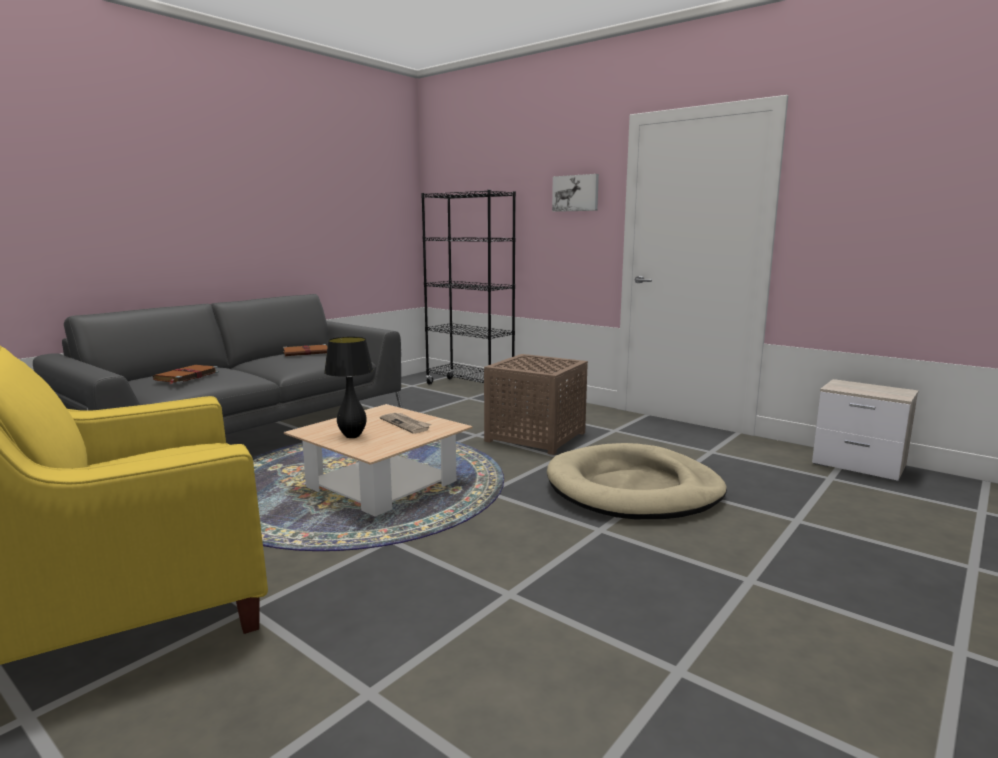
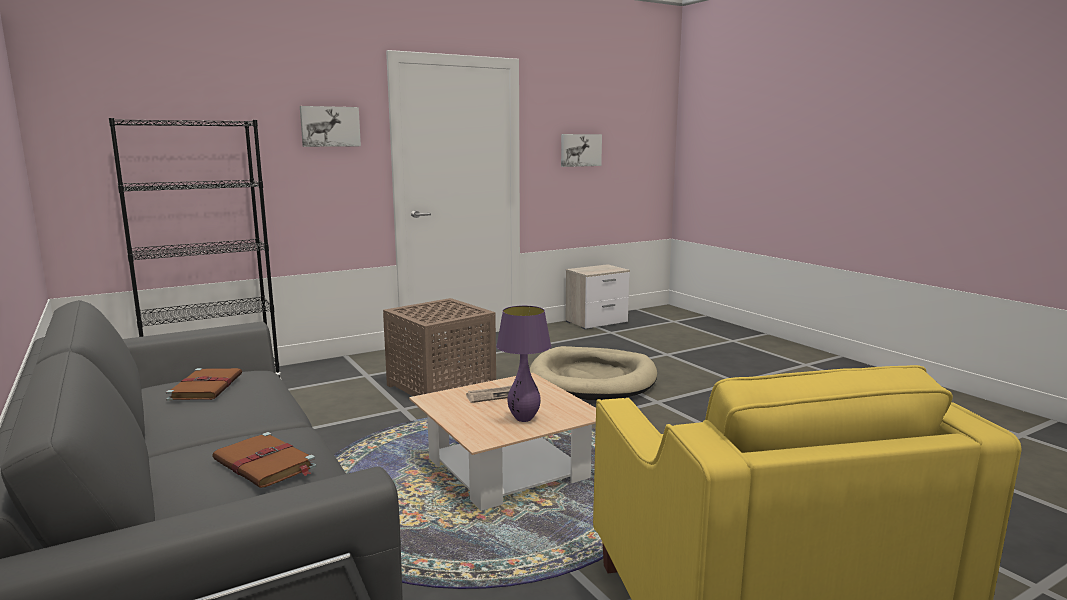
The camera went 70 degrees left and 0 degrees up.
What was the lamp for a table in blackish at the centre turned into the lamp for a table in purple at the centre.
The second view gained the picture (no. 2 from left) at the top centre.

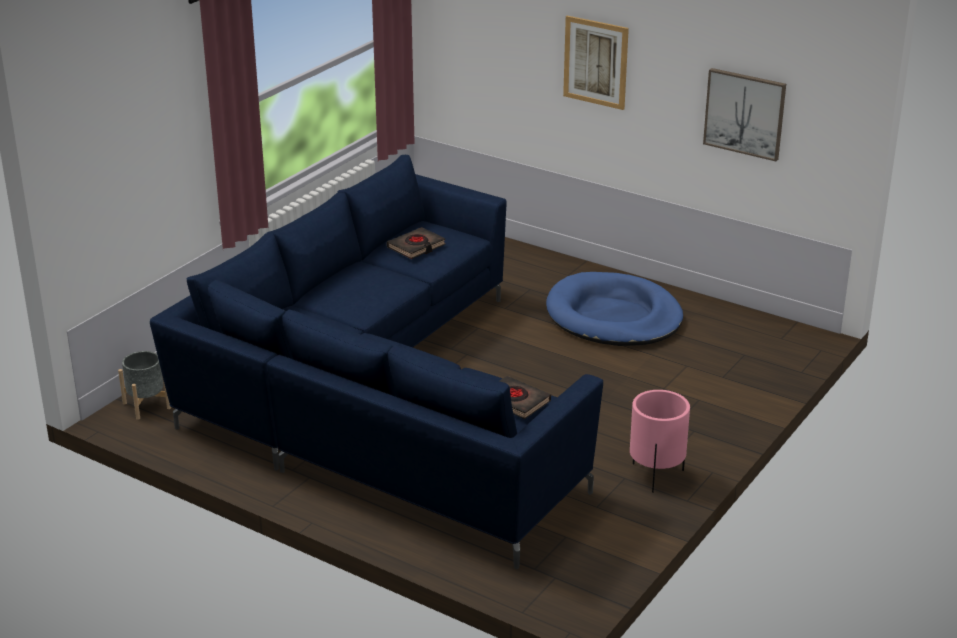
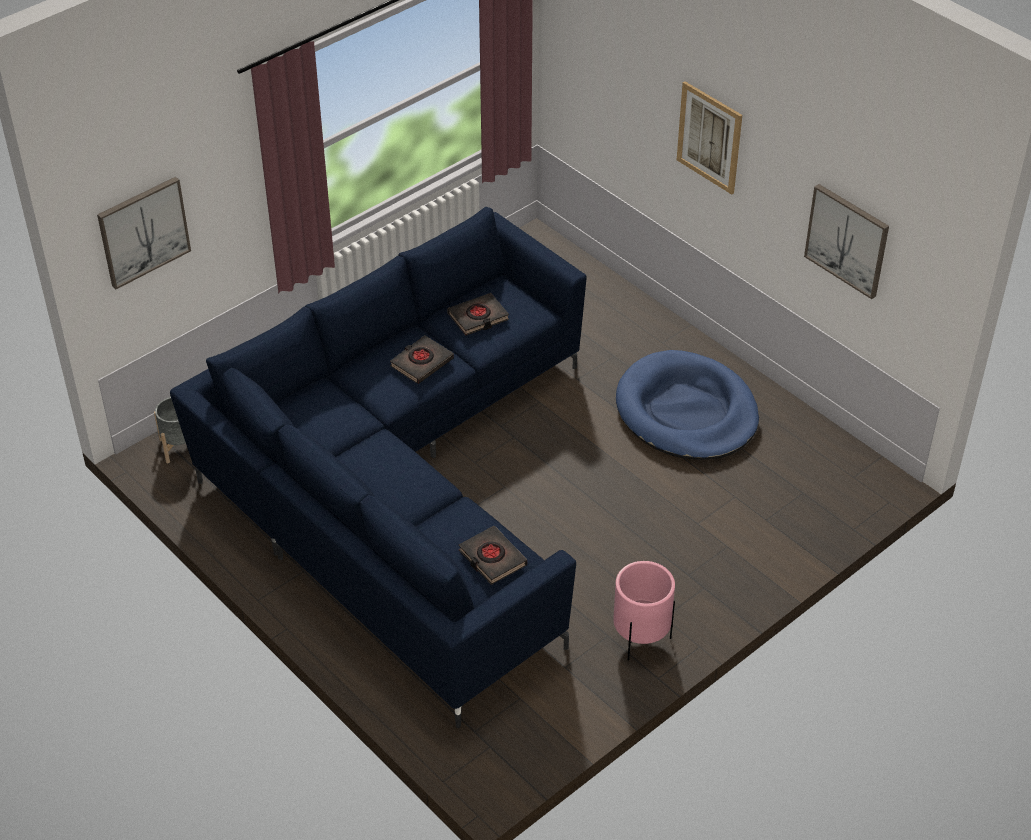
The camera went 15 degrees right and 15 degrees up.
The second view gained the picture (no. 1 from left) at the top left.
The second view gained the book in blackish (no. 1 from left) at the centre.

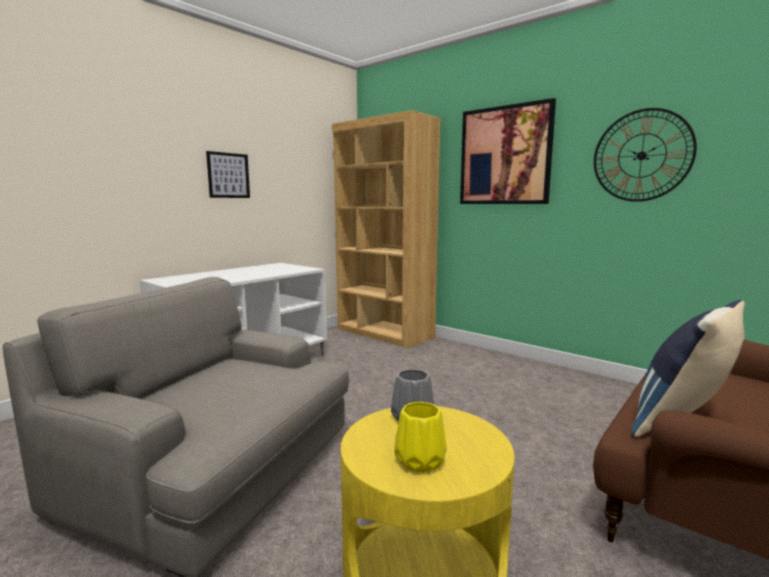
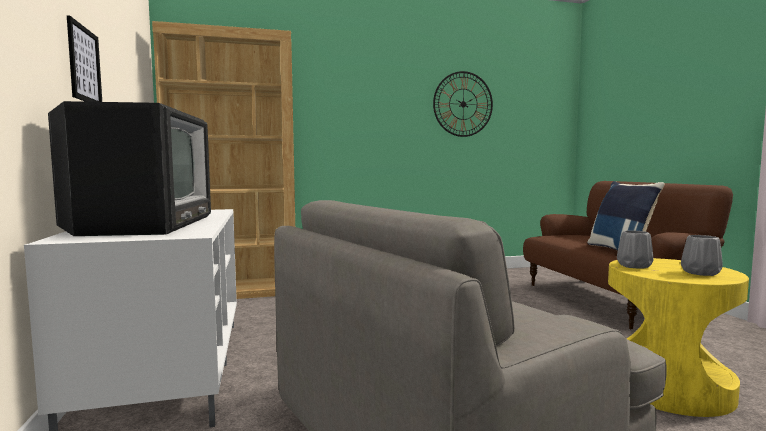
The camera went 55 degrees left and 5 degrees down.
The second view lost the picture (no. 2 from left) at the top centre.
What was the decorative vase in yellowish at the bottom centre turned into the decorative vase in grey (no. 2 from left) at the middle right.
The second view gained the TV at the middle left.

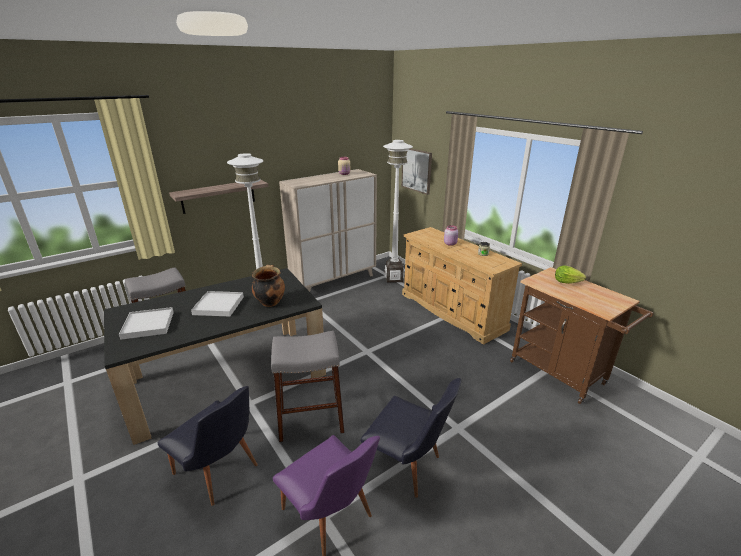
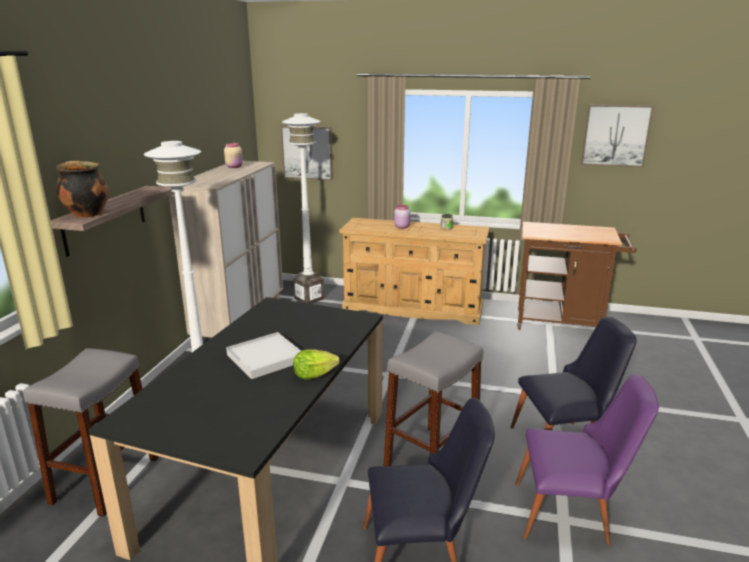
The camera went 40 degrees left and 5 degrees down.
The saucepot ended up elsewhere, having gone from the centre to the middle left.
The lettuce head ended up elsewhere, having gone from the middle right to the centre.
The second view lost the serving tray in white-coloured (no. 1 from left) at the middle left.
The second view gained the picture (no. 2 from left) at the top right.

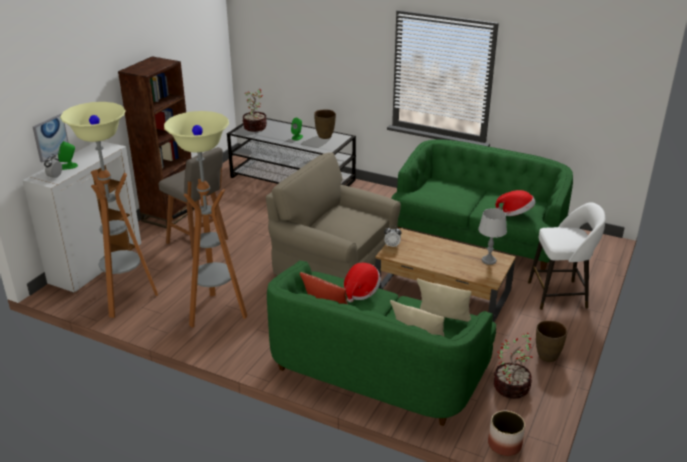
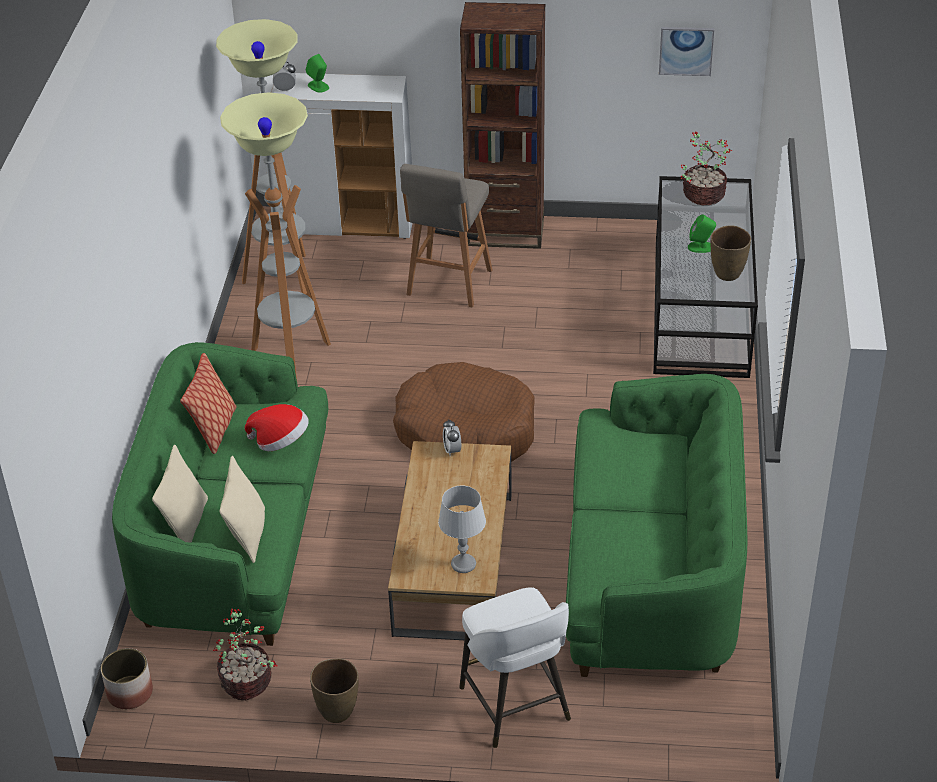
The camera went 70 degrees right and 10 degrees up.
The picture ended up elsewhere, having gone from the top left to the top right.
Where the lounge chair in beige stood at the centre, the pet bed in brownish came to stand at the centre.
The second view lost the hat (no. 2 from left) at the middle right.

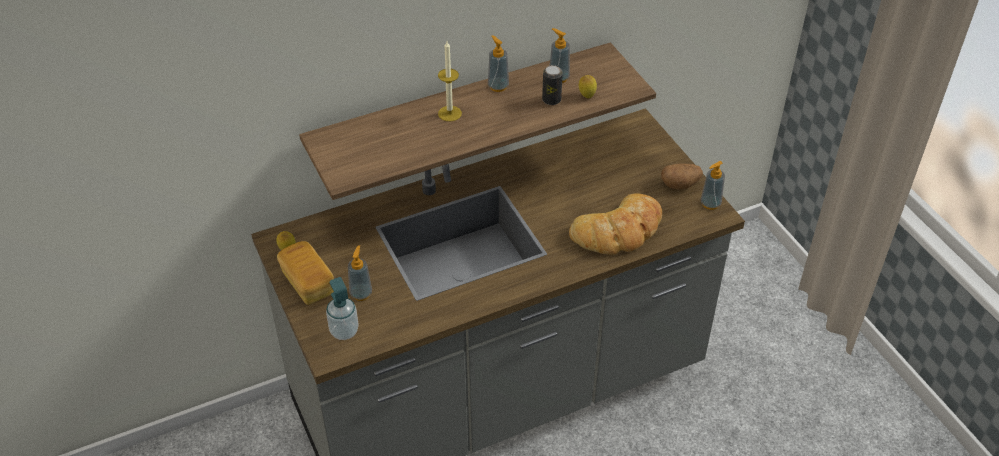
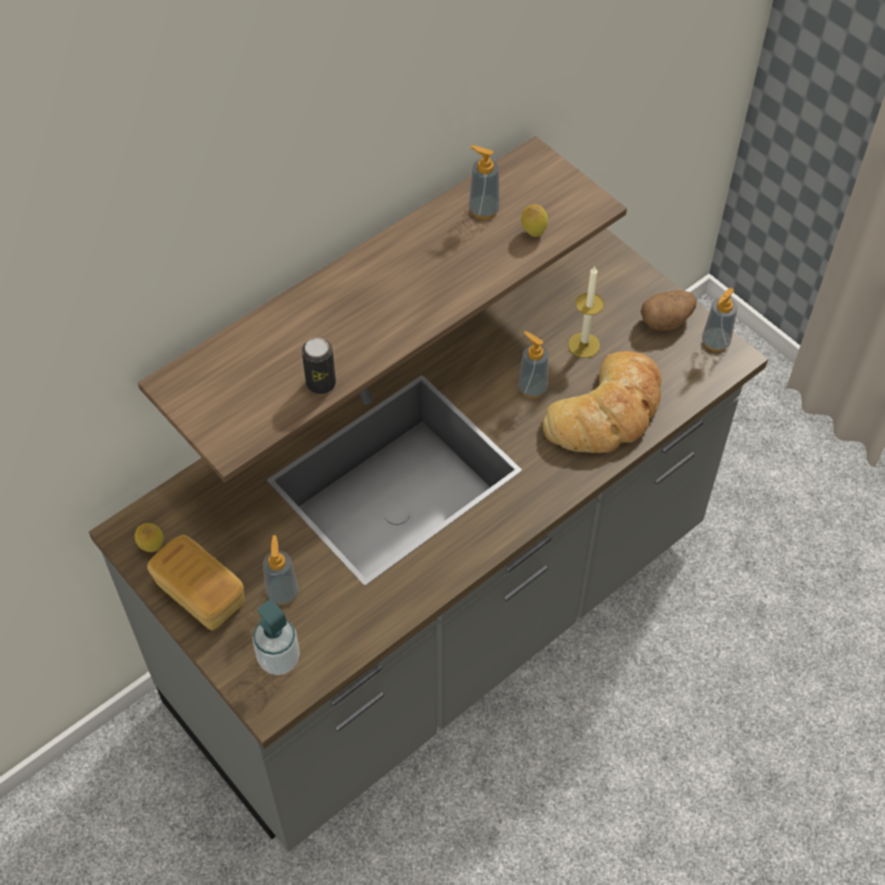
The camera went 15 degrees left and 10 degrees up.
The soap bottle (no. 3 from left in the first image) ended up elsewhere, having gone from the top centre to the centre.
The wax light ended up elsewhere, having gone from the top centre to the centre.
The sealed can ended up elsewhere, having gone from the top centre to the centre.

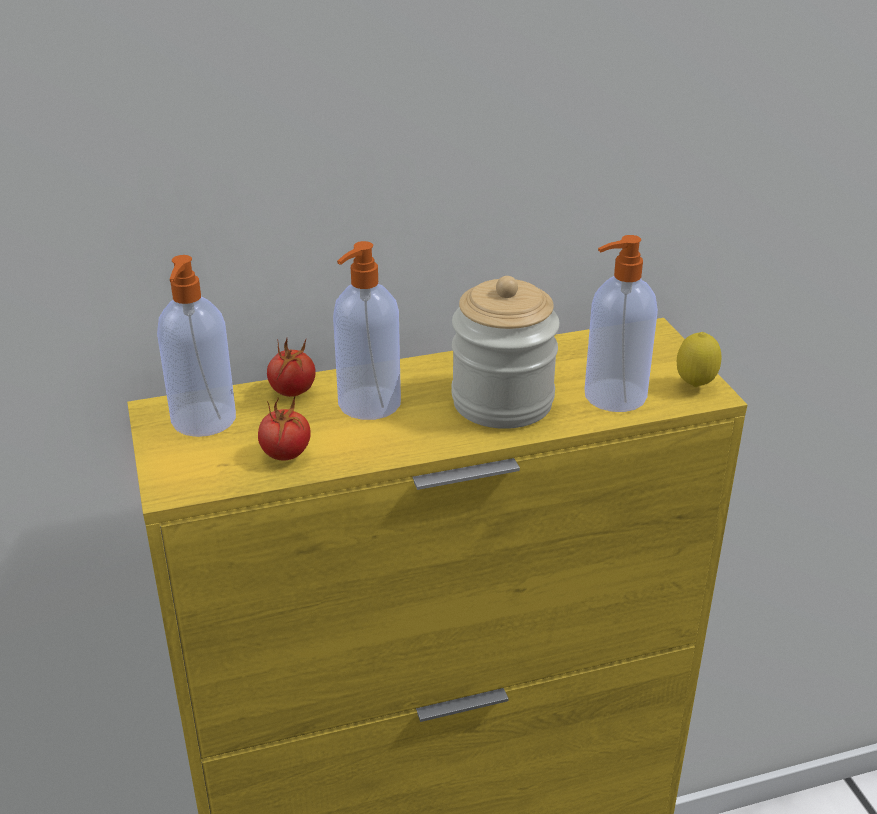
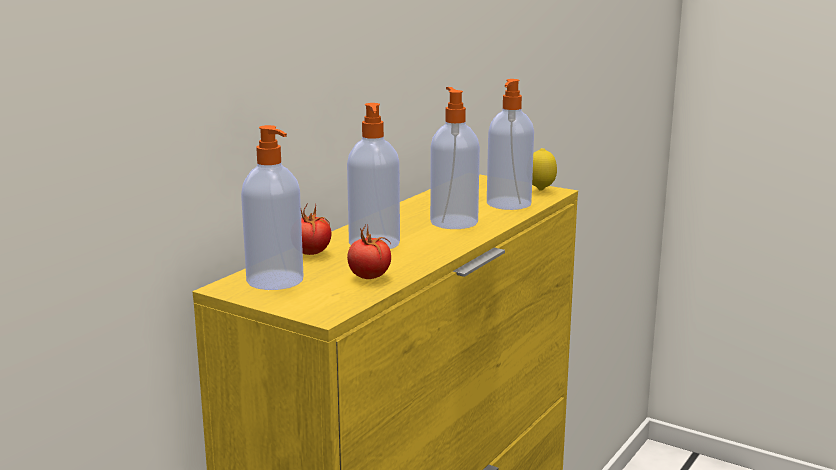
The camera went 40 degrees left and 15 degrees down.
Where the storage jar stood at the centre, the soap bottle (no. 3 from left) came to stand at the centre.

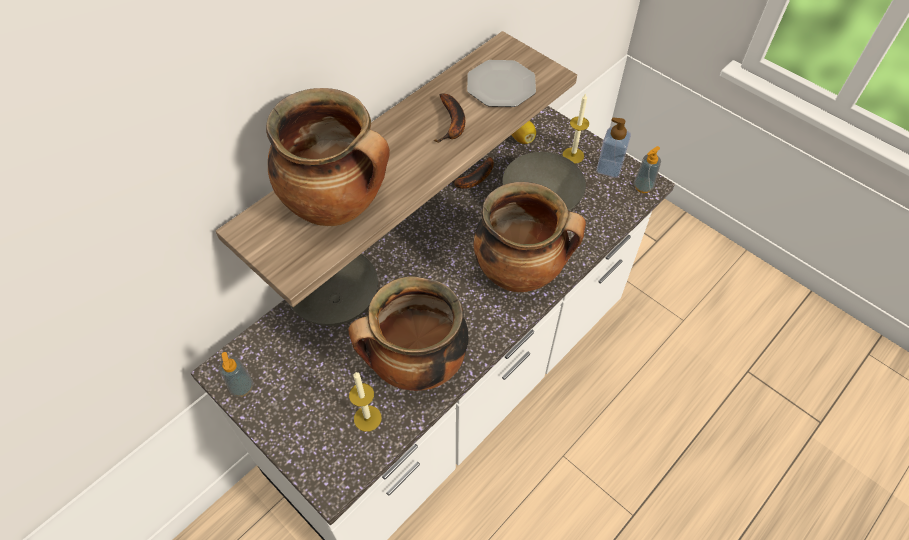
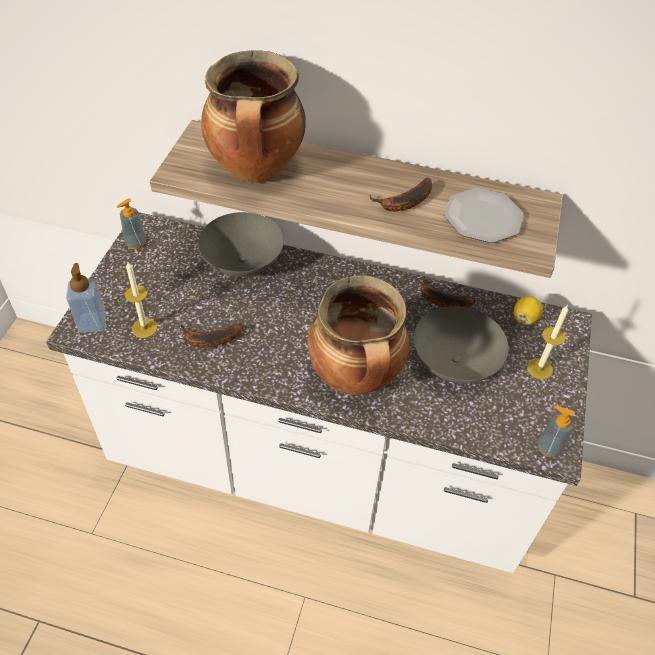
The camera went 60 degrees right and 5 degrees down.
The soap bottle (no. 2 from left in the first image) ended up elsewhere, having gone from the top right to the middle left.
Where the saucepot (no. 2 from left) stood at the centre, the banana fruit (no. 1 from left) came to stand at the middle left.

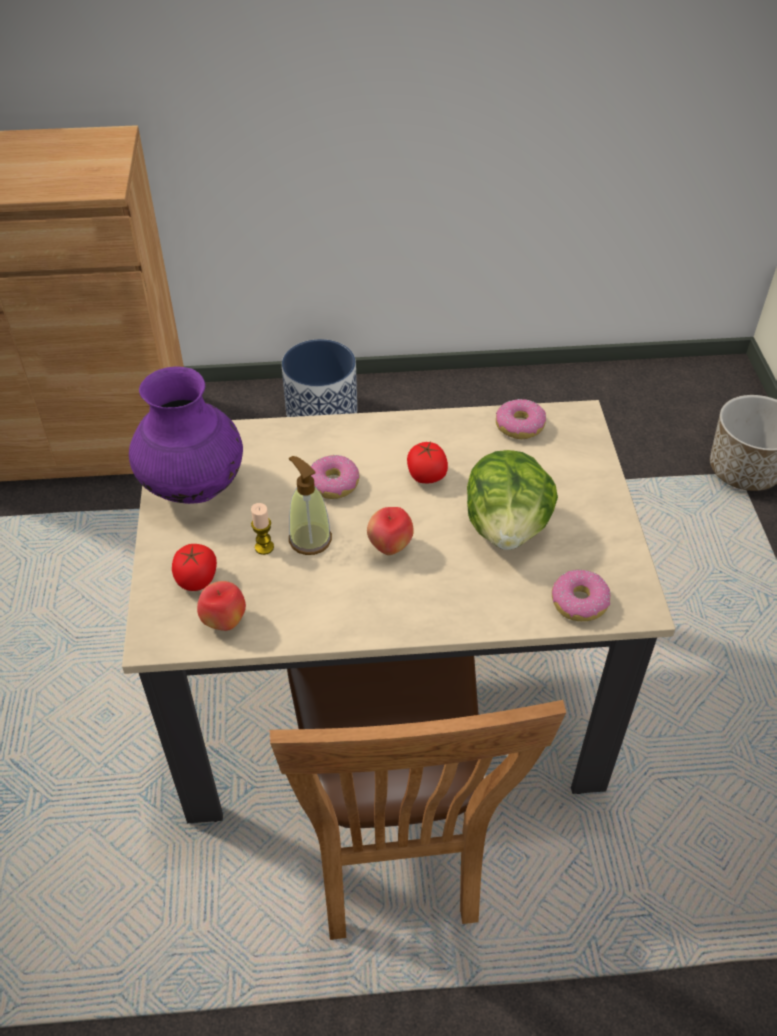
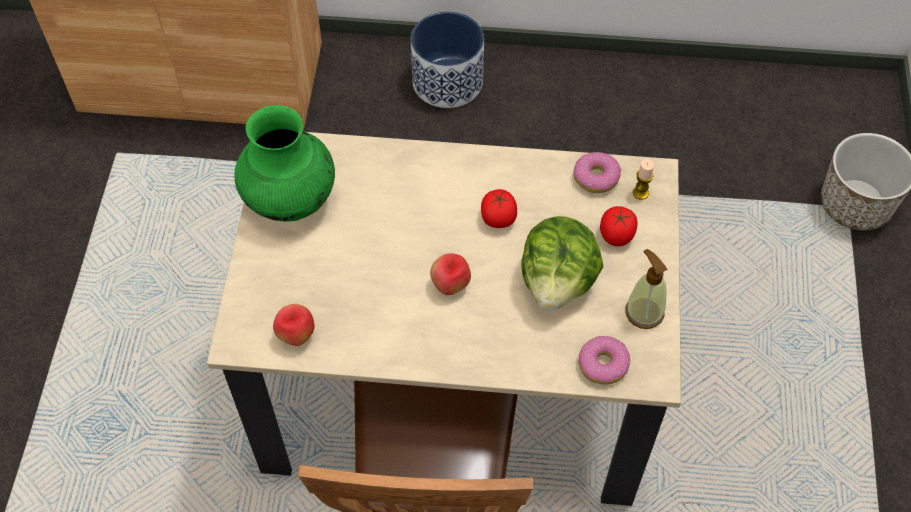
The camera went 10 degrees right and 10 degrees up.
What was the decorative vase in purple at the middle left turned into the decorative vase in green at the top left.
The second view lost the donut (no. 1 from left) at the centre.
The soap bottle ended up elsewhere, having gone from the centre to the middle right.
The wax light ended up elsewhere, having gone from the centre to the middle right.
The tomato (no. 1 from left in the first image) ended up elsewhere, having gone from the middle left to the middle right.

